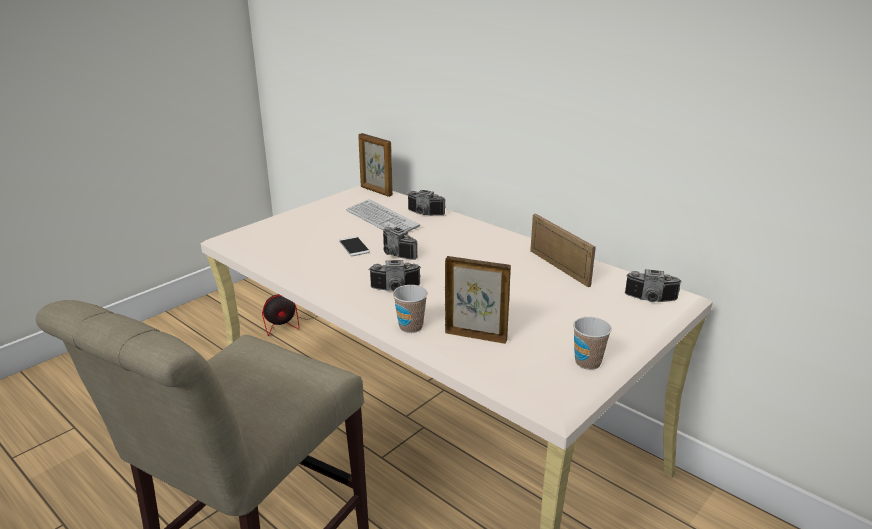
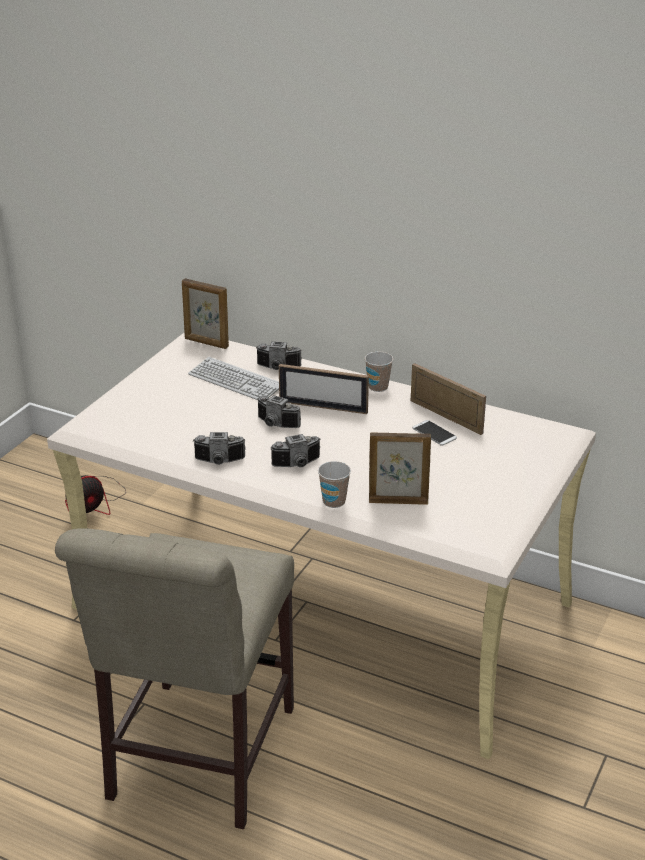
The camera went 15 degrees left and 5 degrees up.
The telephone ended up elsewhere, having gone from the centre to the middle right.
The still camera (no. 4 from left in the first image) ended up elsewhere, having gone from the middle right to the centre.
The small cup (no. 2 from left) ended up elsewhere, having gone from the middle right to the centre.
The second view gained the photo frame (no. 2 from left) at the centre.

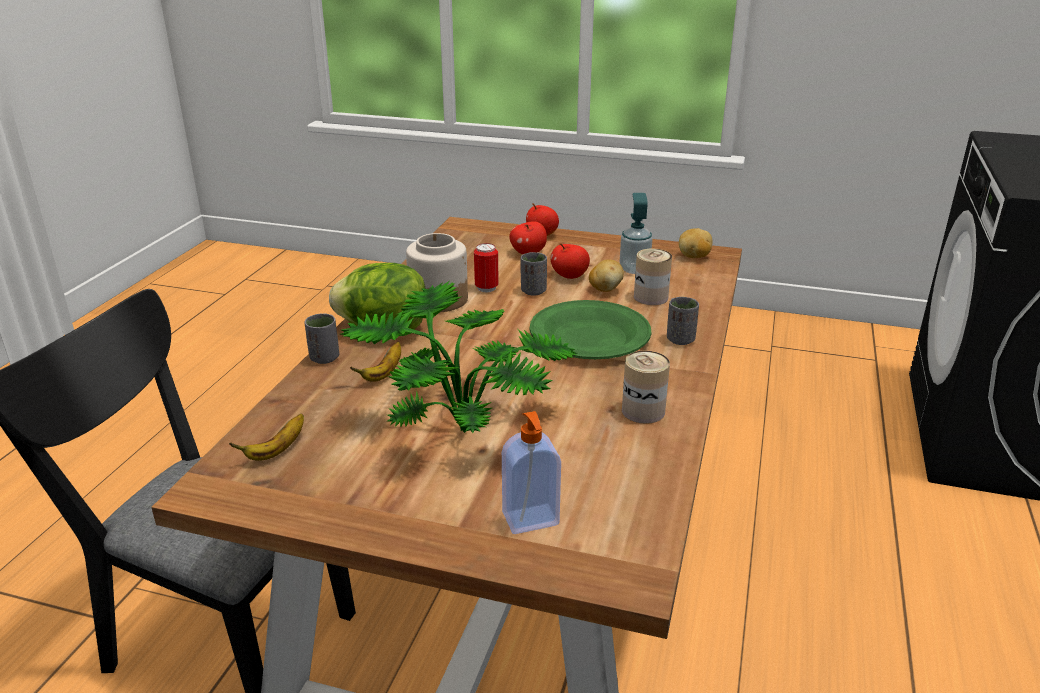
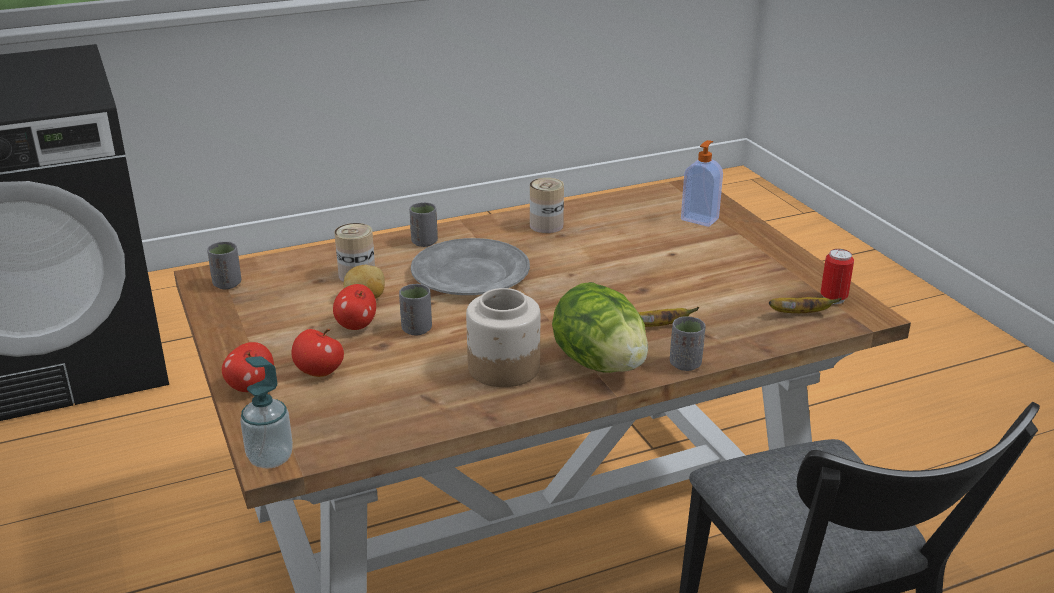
The camera went 130 degrees left and 0 degrees up.
The soap bottle (no. 2 from left in the first image) ended up elsewhere, having gone from the centre to the bottom left.
Where the whole potato (no. 2 from left) stood at the middle right, the small cup in grey (no. 1 from left) came to stand at the middle left.
The sealed can (no. 1 from left in the first image) ended up elsewhere, having gone from the centre to the middle right.
The second view lost the plant in a pot at the centre.
What was the plate in green at the centre turned into the plate in grey at the centre.

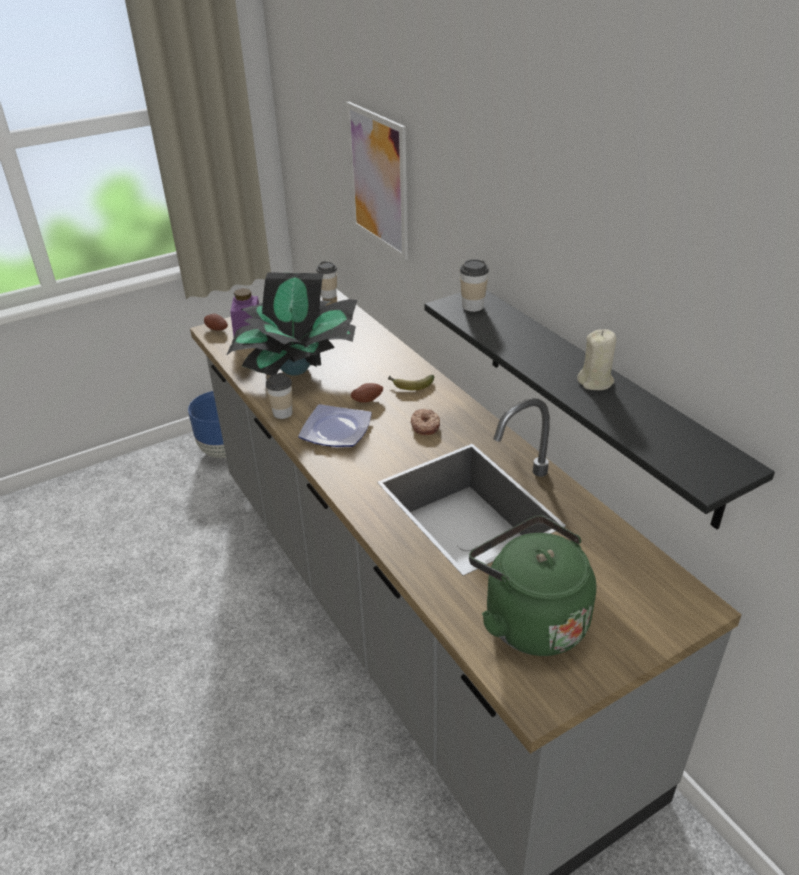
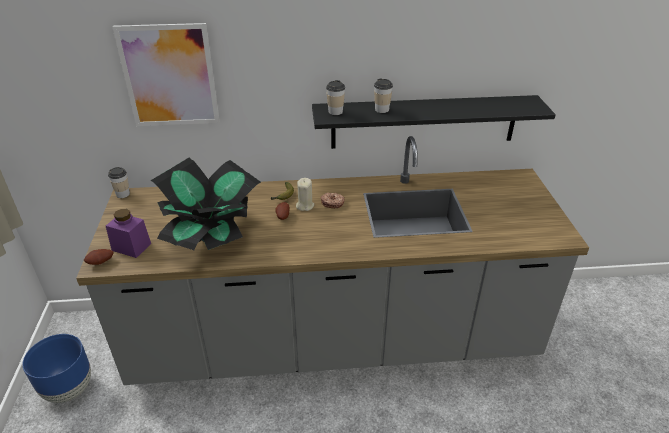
The camera went 65 degrees left and 0 degrees up.
The wax light in beige ended up elsewhere, having gone from the middle right to the centre.
The small cup (no. 1 from left in the first image) ended up elsewhere, having gone from the centre to the top centre.
The second view lost the plate at the centre.
The second view lost the water kettle in green at the bottom centre.

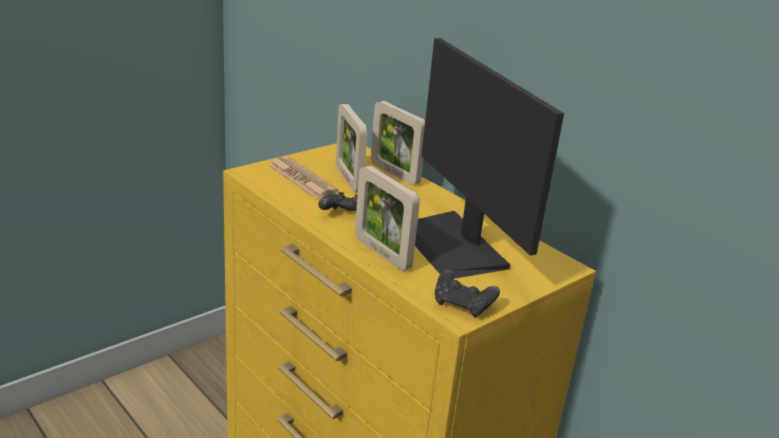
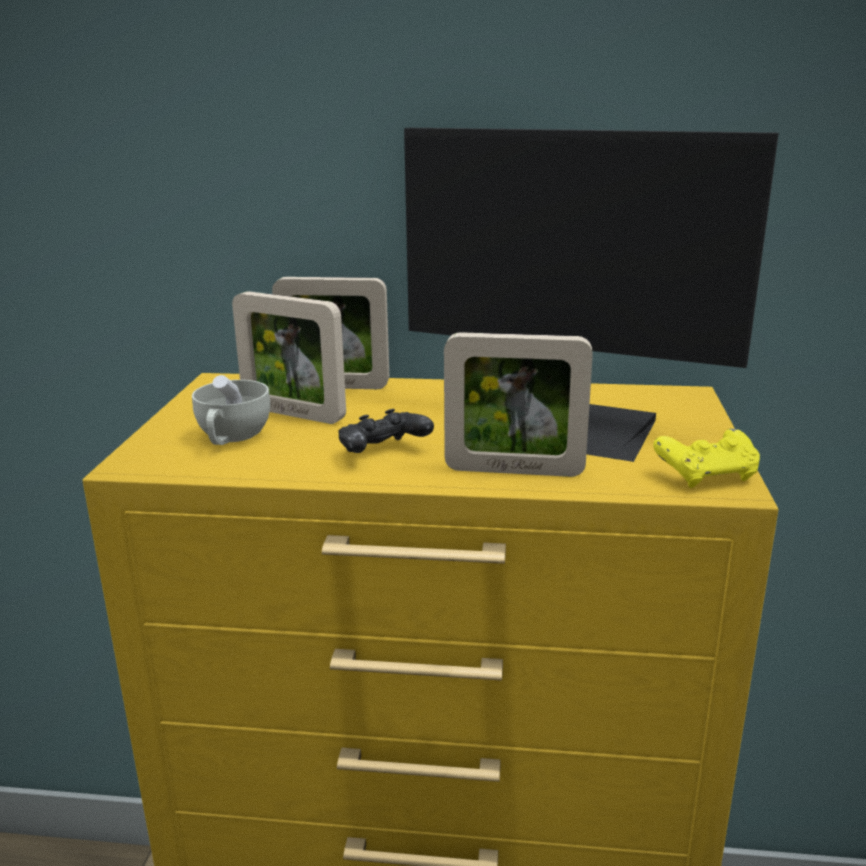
The camera went 40 degrees left and 5 degrees down.
Where the daily paper stood at the centre, the small cup in white-coloured came to stand at the middle left.
What was the gamepad in blackish (no. 2 from left) at the bottom centre turned into the gamepad in yellowish at the middle right.

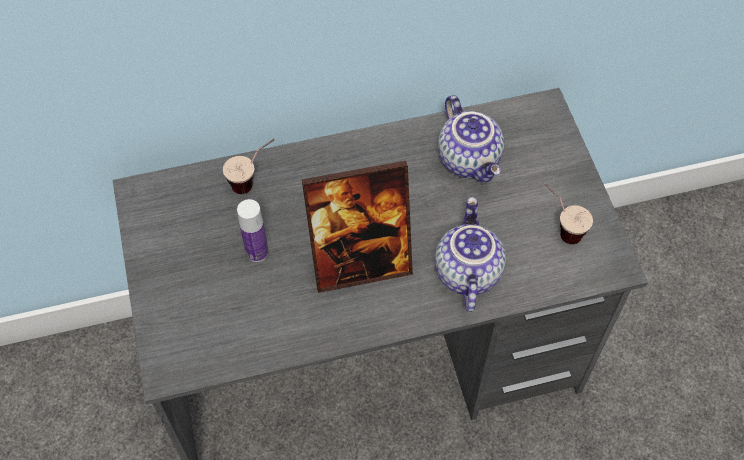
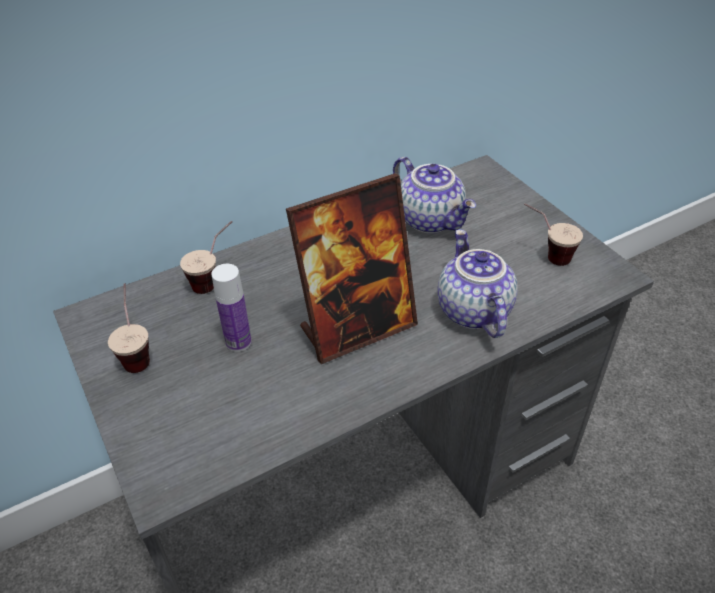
The camera went 15 degrees left and 15 degrees down.
The second view gained the small cup (no. 1 from left) at the middle left.

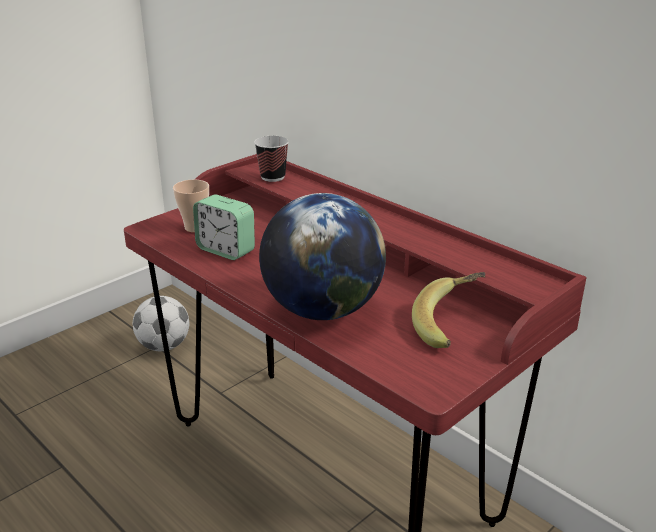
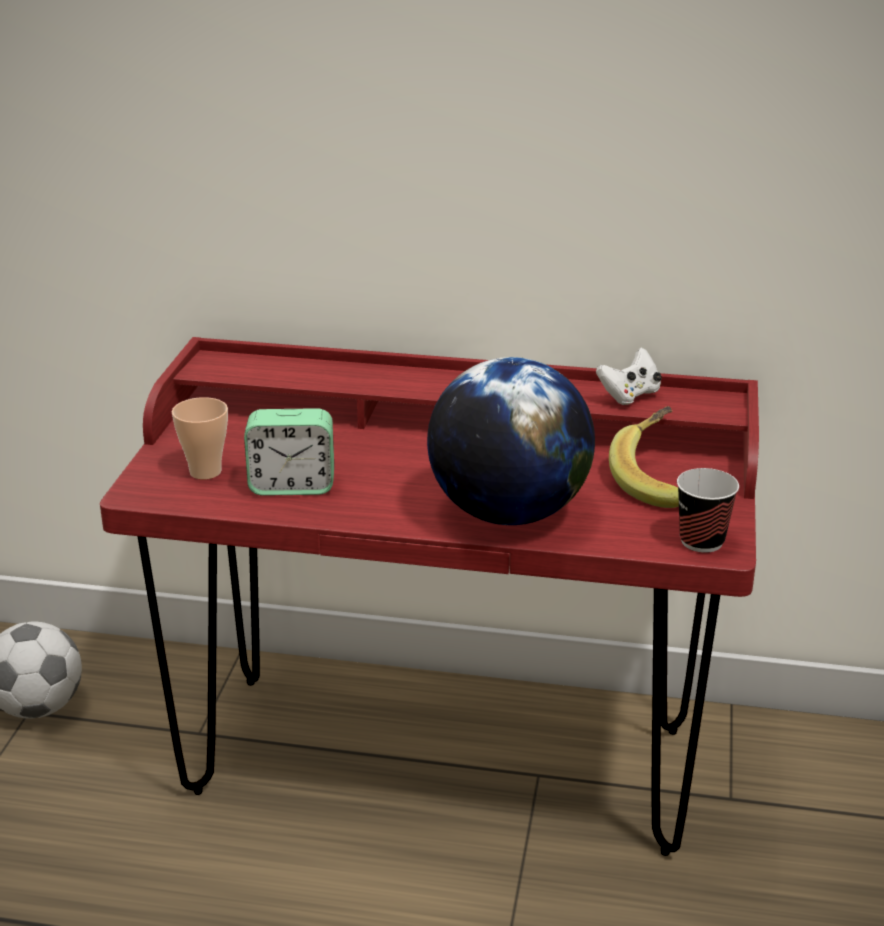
The camera went 35 degrees left and 0 degrees up.
The small cup (no. 2 from left) ended up elsewhere, having gone from the top centre to the middle right.
The second view gained the gamepad in white-coloured at the middle right.

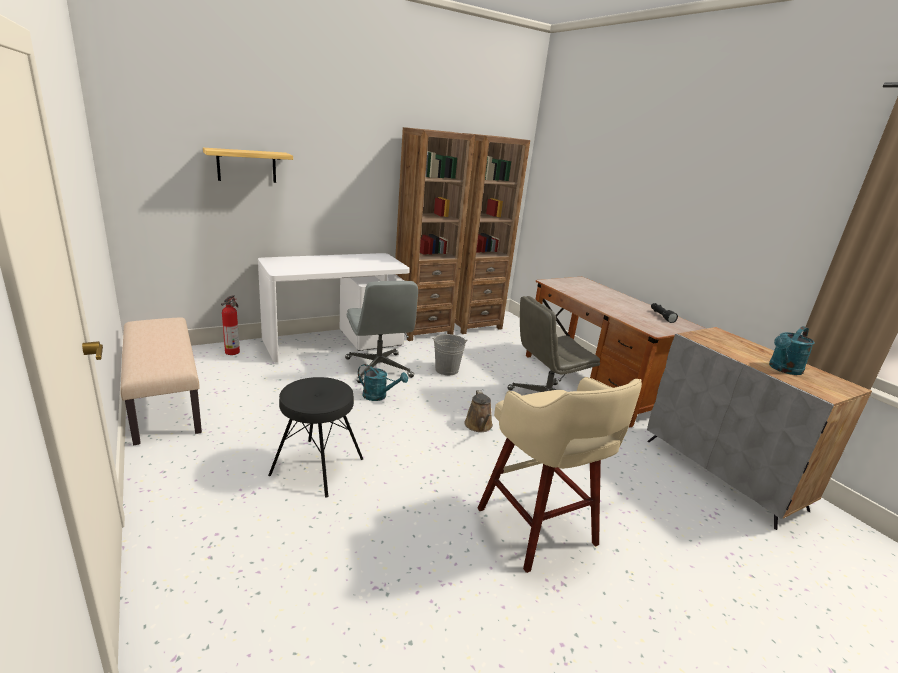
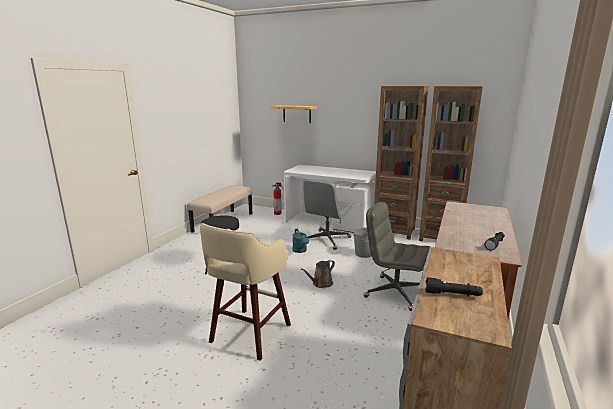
The camera went 55 degrees right and 5 degrees down.
Where the watering pot in blue-green (no. 2 from left) stood at the middle right, the hand torch in blackish (no. 1 from left) came to stand at the bottom right.

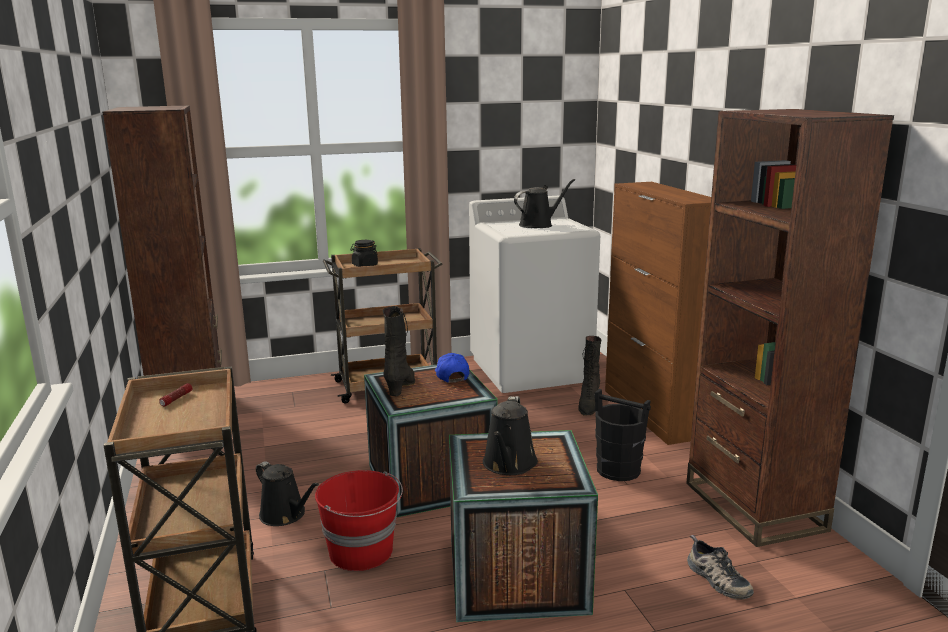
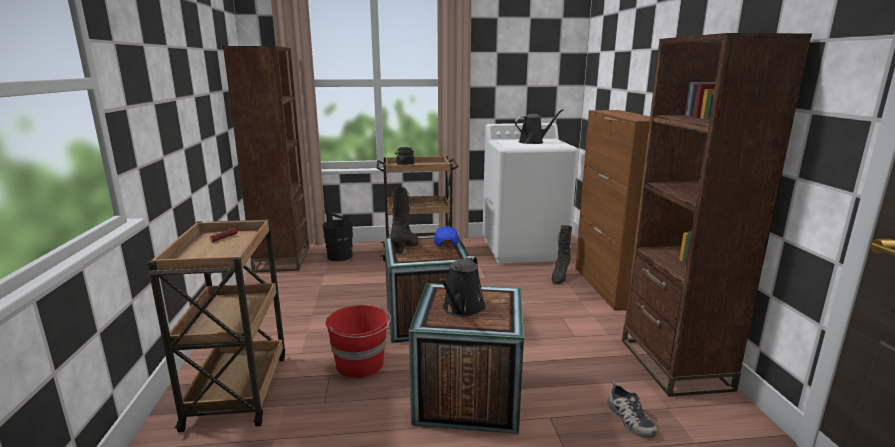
The camera went 10 degrees right and 0 degrees up.
The pail in blackish ended up elsewhere, having gone from the bottom centre to the centre.
The second view lost the watering pot in blackish (no. 1 from left) at the bottom left.

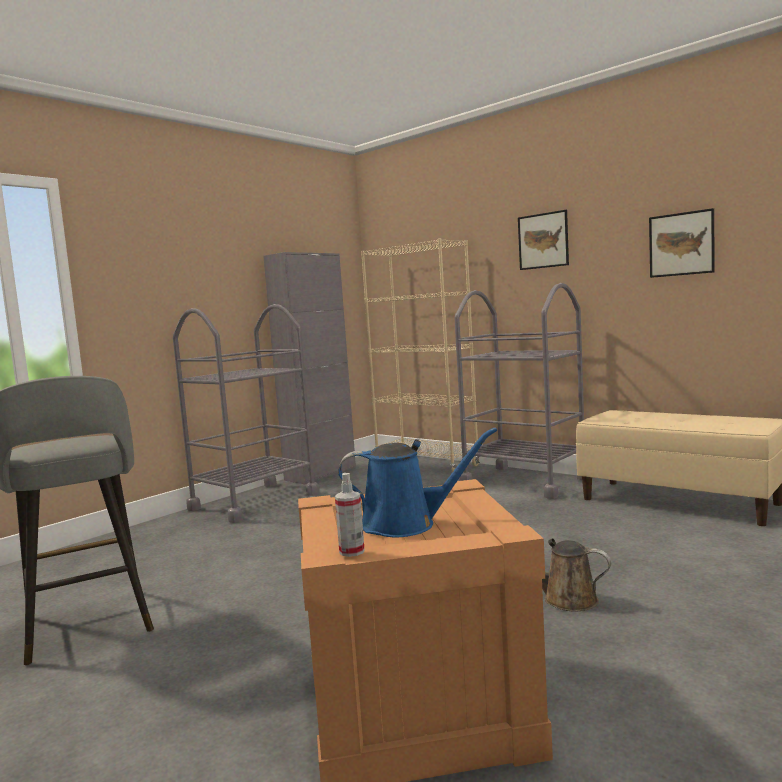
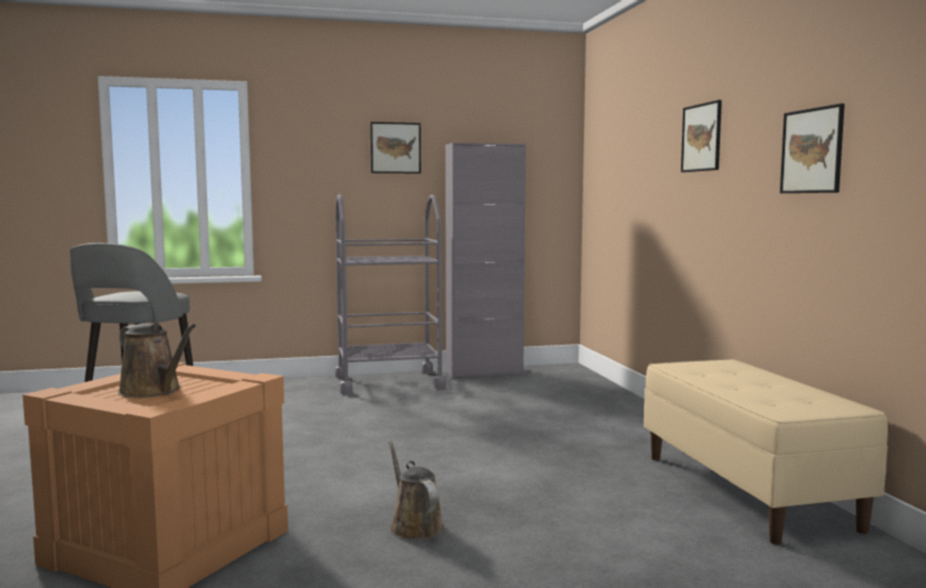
The camera went 35 degrees right and 0 degrees up.
The second view lost the bookcase in beige at the centre.
The second view lost the trolley in grey (no. 2 from left) at the centre.
What was the watering pot in blue-coloured at the centre turned into the watering pot in brownish (no. 1 from left) at the middle left.
The second view lost the spray bottle at the centre.
The second view gained the picture (no. 1 from left) at the top centre.

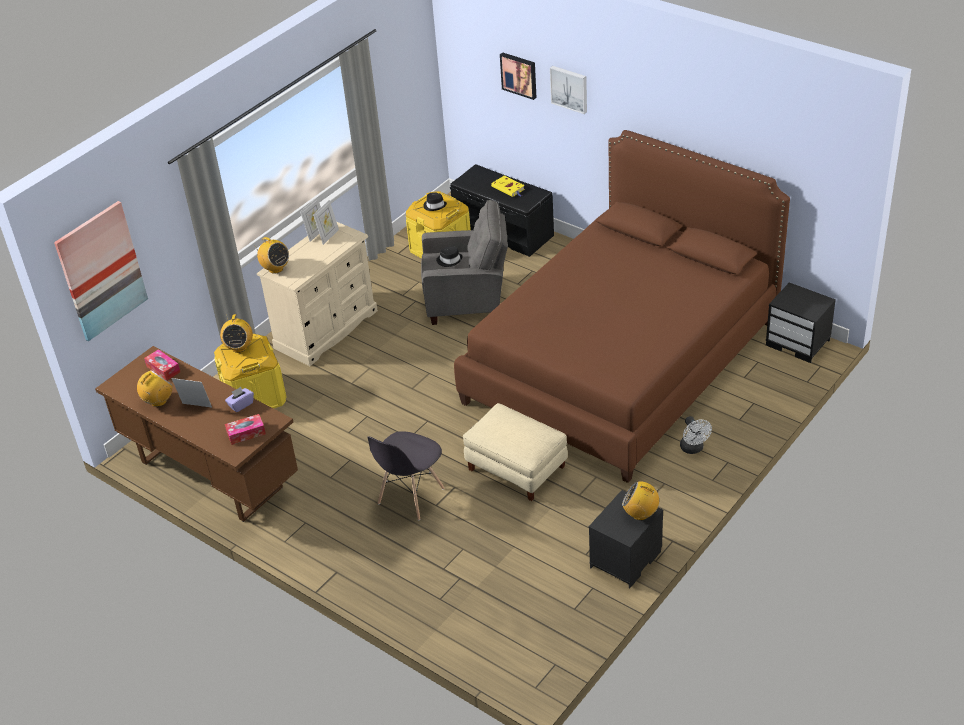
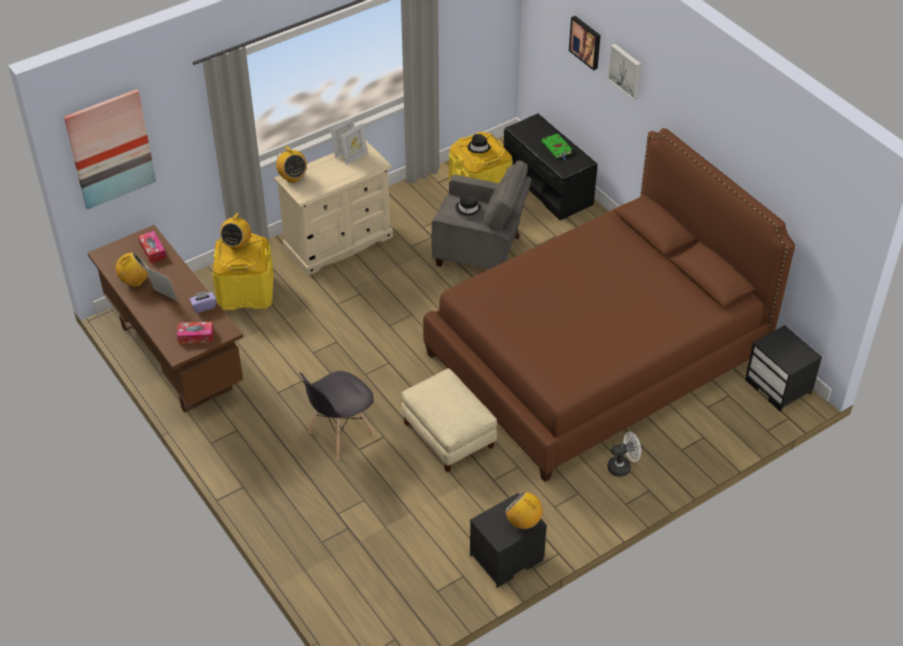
The camera went 15 degrees right and 5 degrees up.
What was the book in yellowish at the top centre turned into the book in green at the top centre.
The cooling fan in white-coloured at the middle right ended up facing another way, 105 degrees counterclockwise from before.

